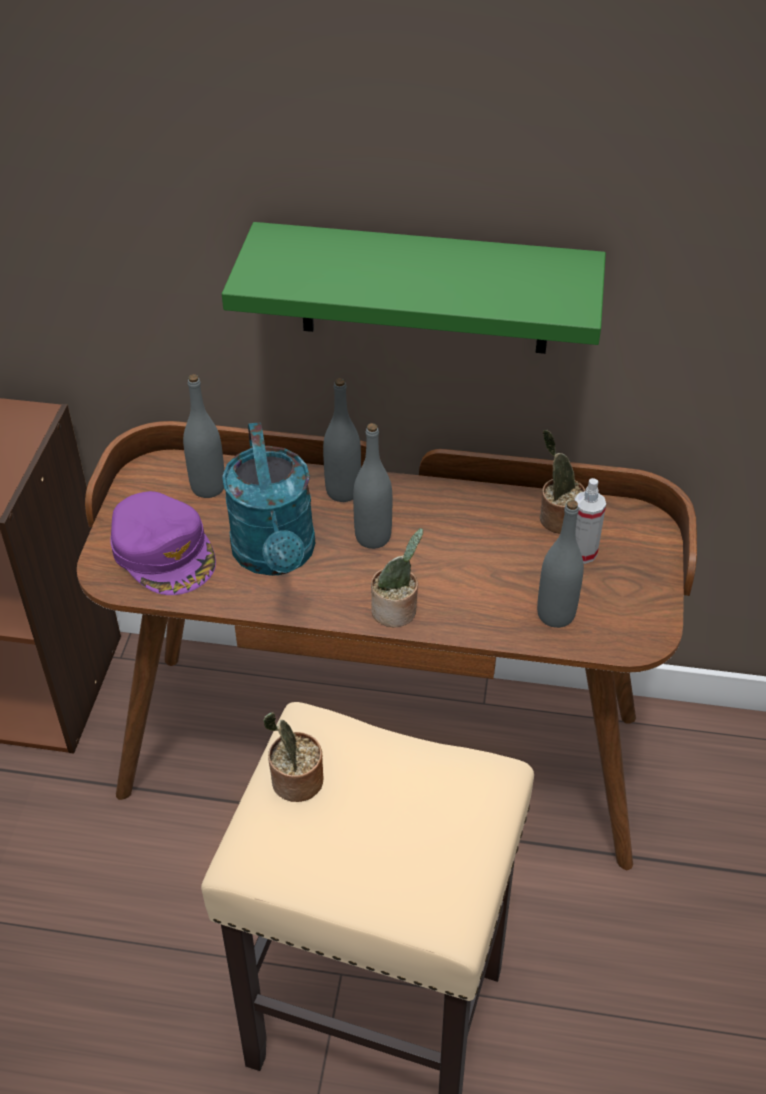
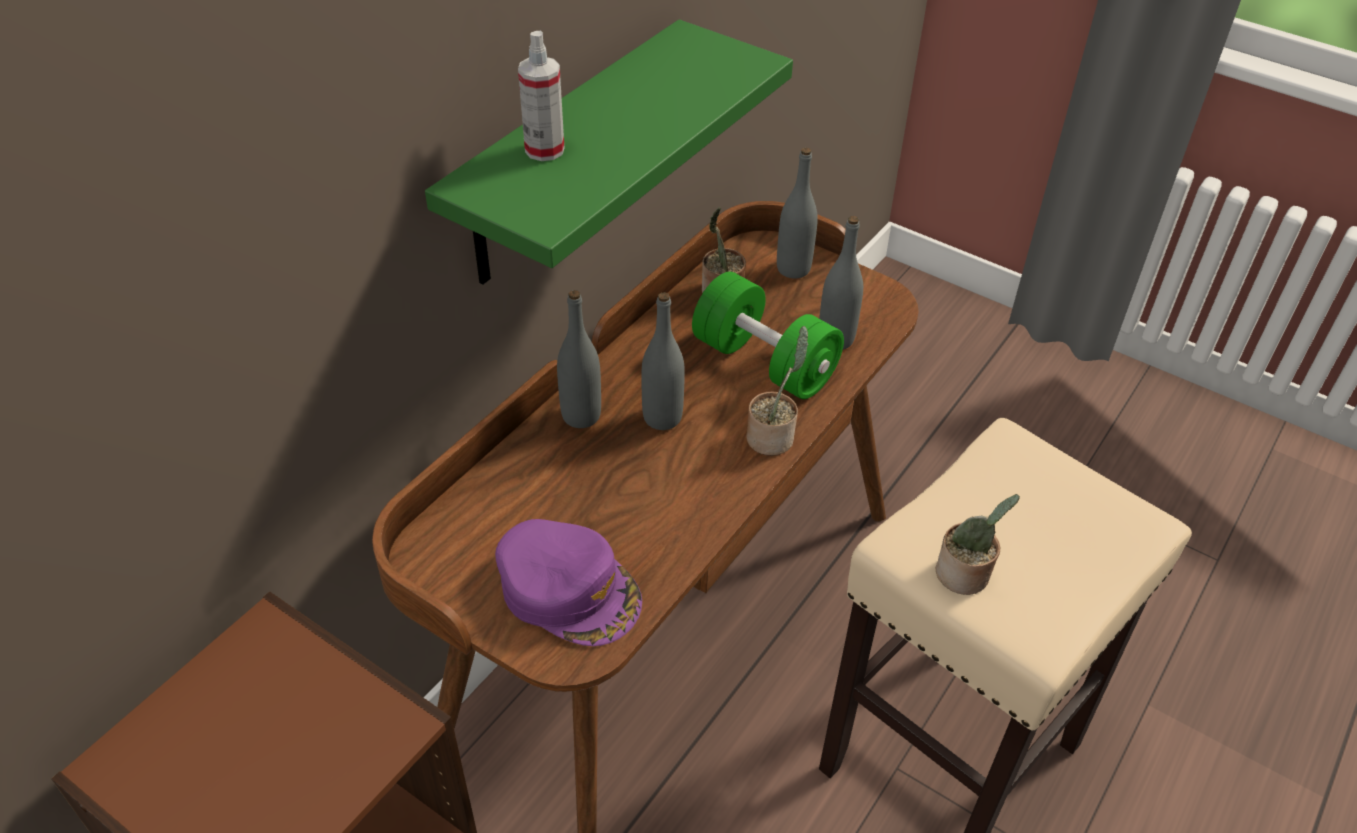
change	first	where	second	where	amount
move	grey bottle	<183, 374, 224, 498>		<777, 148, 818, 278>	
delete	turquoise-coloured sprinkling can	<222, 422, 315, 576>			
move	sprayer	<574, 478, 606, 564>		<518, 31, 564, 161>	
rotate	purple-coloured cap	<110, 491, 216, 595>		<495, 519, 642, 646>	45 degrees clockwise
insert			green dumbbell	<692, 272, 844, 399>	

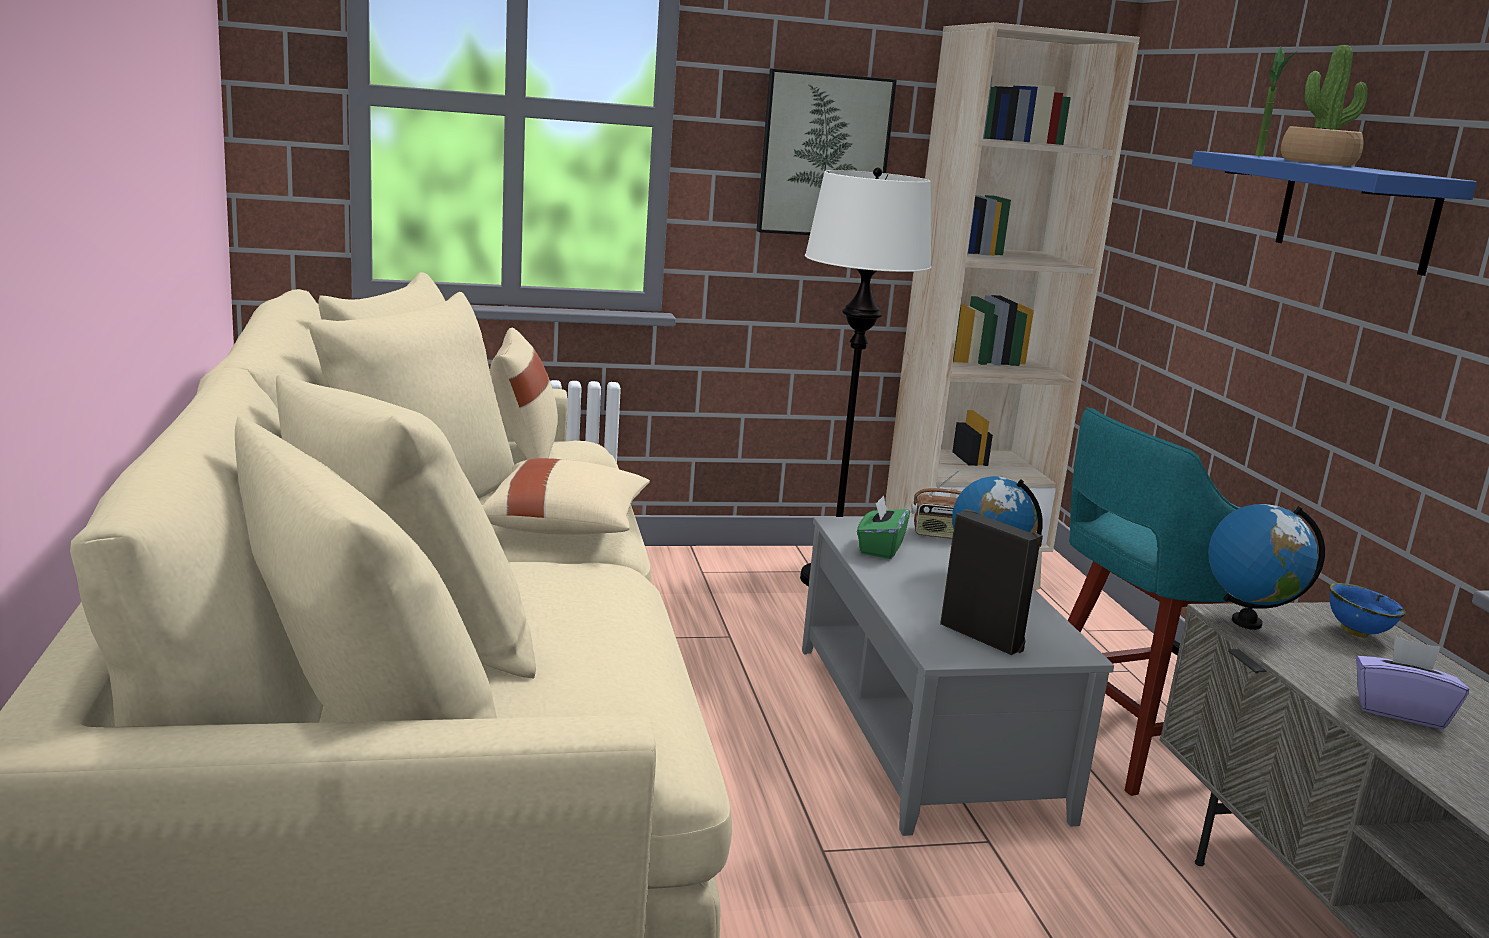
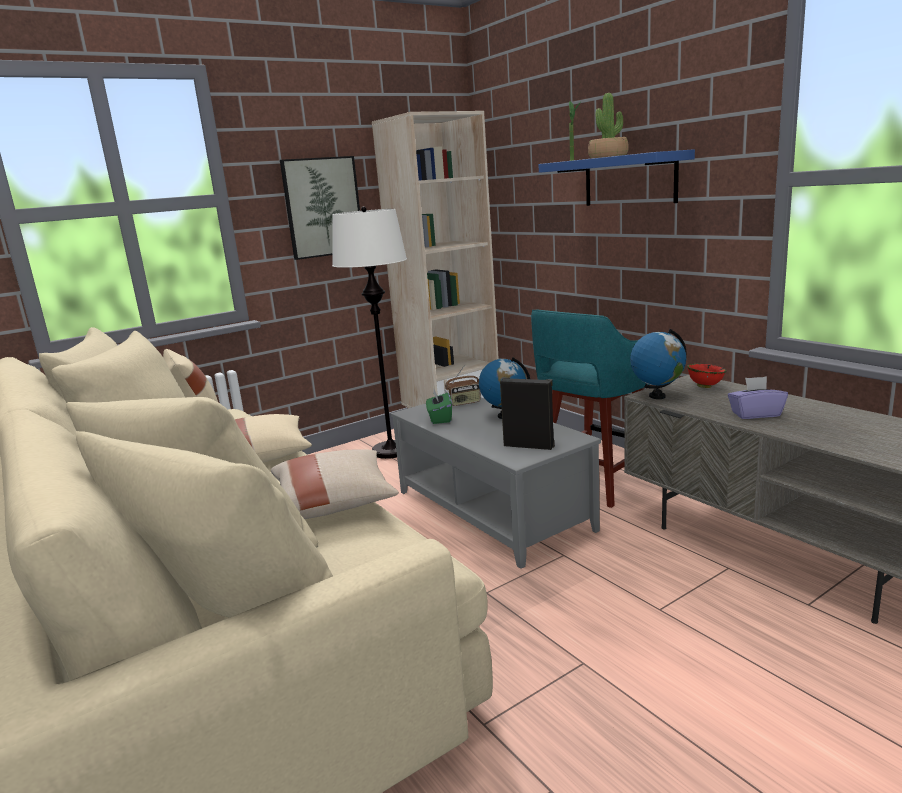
change	first	where	second	where	amount
recolor	bluish deep dish	<1330, 583, 1406, 638>	red-coloured deep dish	<687, 364, 727, 388>	
insert			beige cushion	<271, 449, 399, 519>	

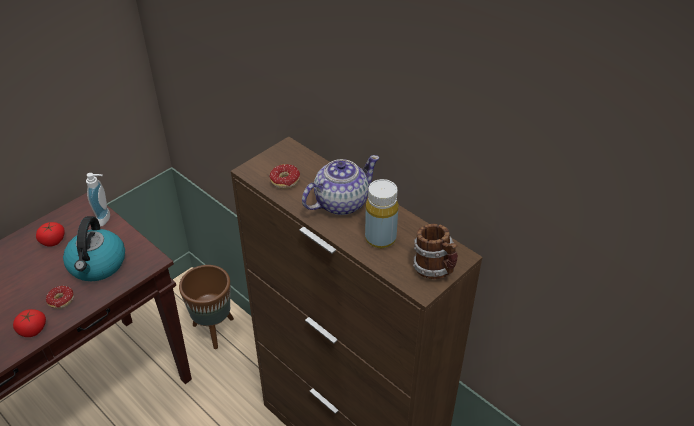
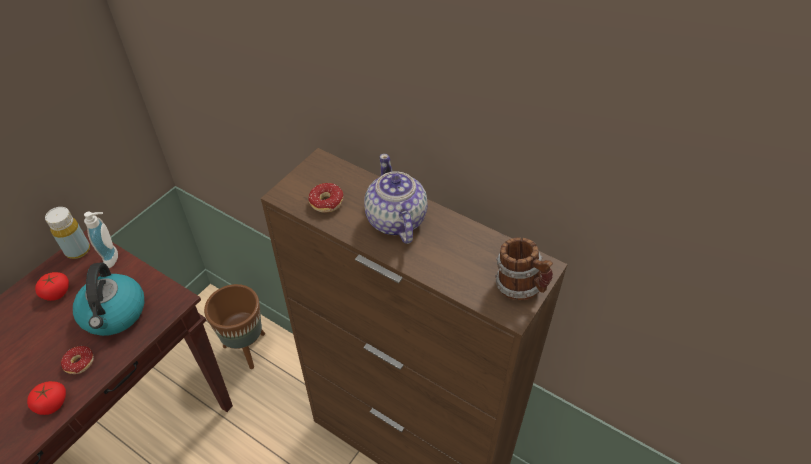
change	first	where	second	where	amount
rotate	teapot	<302, 155, 379, 215>		<364, 154, 428, 244>	60 degrees counterclockwise
move	yellowish bottle	<365, 179, 398, 248>		<45, 207, 90, 259>	

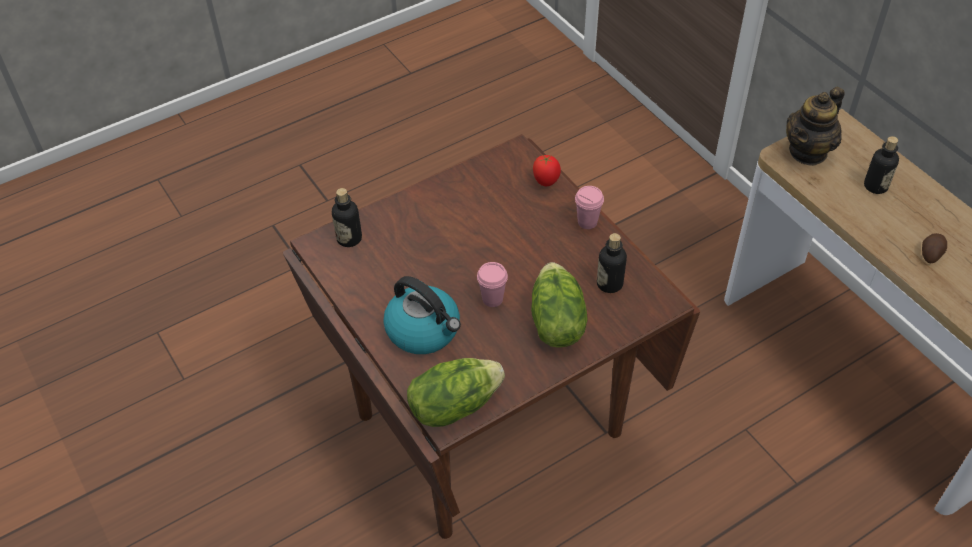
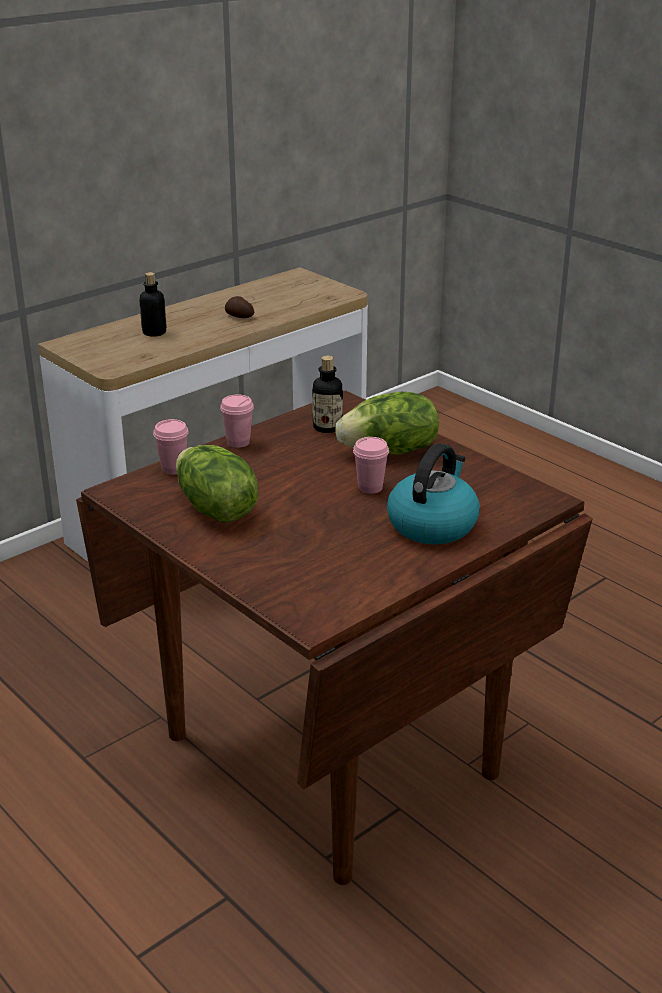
change	first	where	second	where	amount
delete	teapot	<786, 87, 844, 166>			
replace	whole tomato	<533, 155, 561, 186>	pink small cup	<153, 419, 189, 475>	
delete	bottle	<332, 188, 362, 247>			
move	head of lettuce	<407, 358, 505, 427>		<176, 445, 258, 523>	

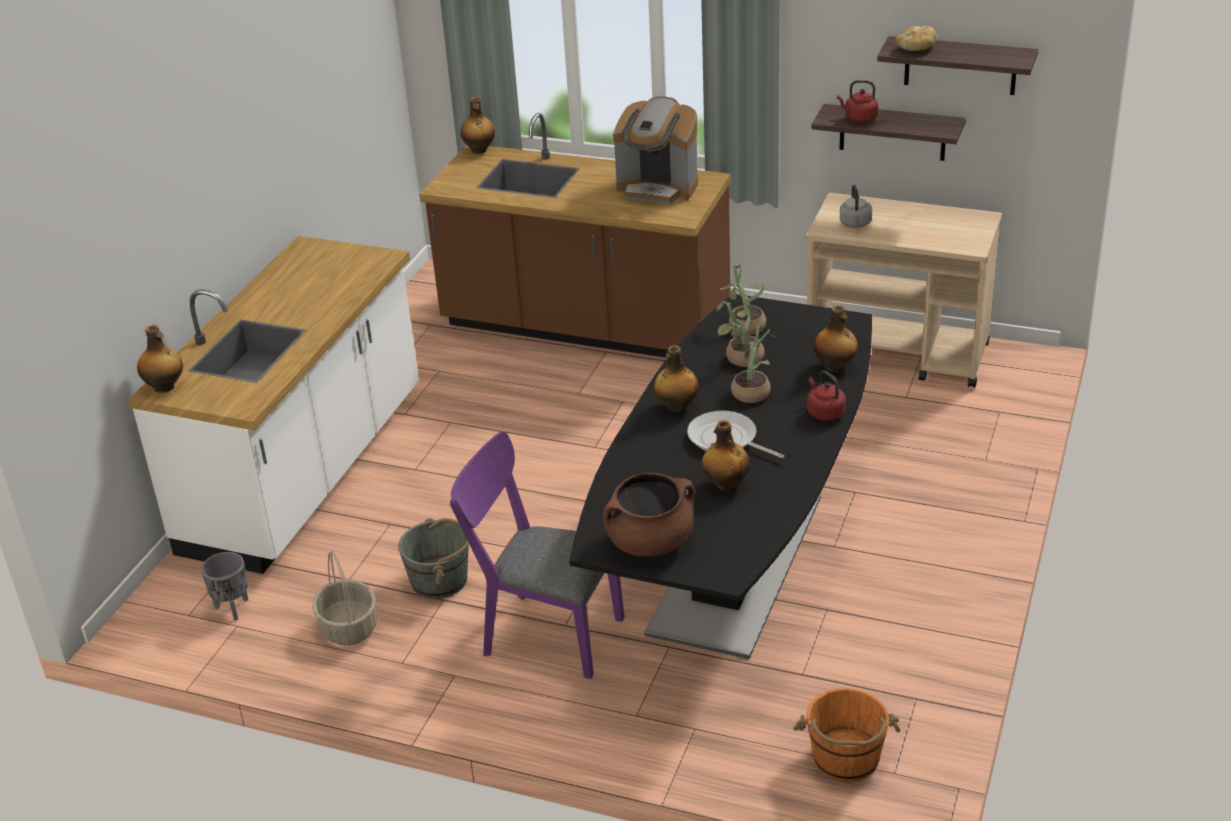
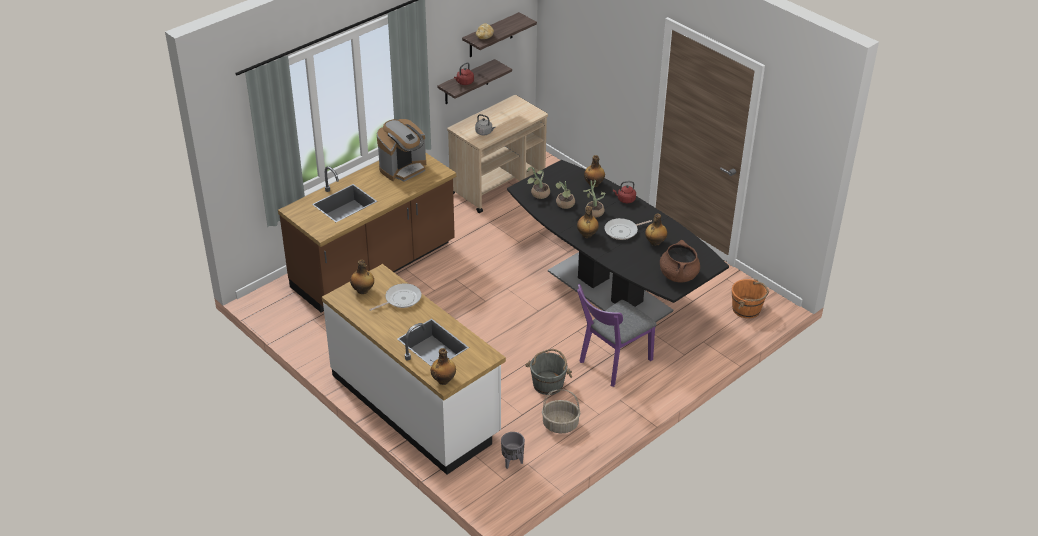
change	first	where	second	where	amount
move	bottle	<460, 97, 495, 154>		<350, 260, 374, 294>	
insert			pan	<369, 283, 422, 311>	

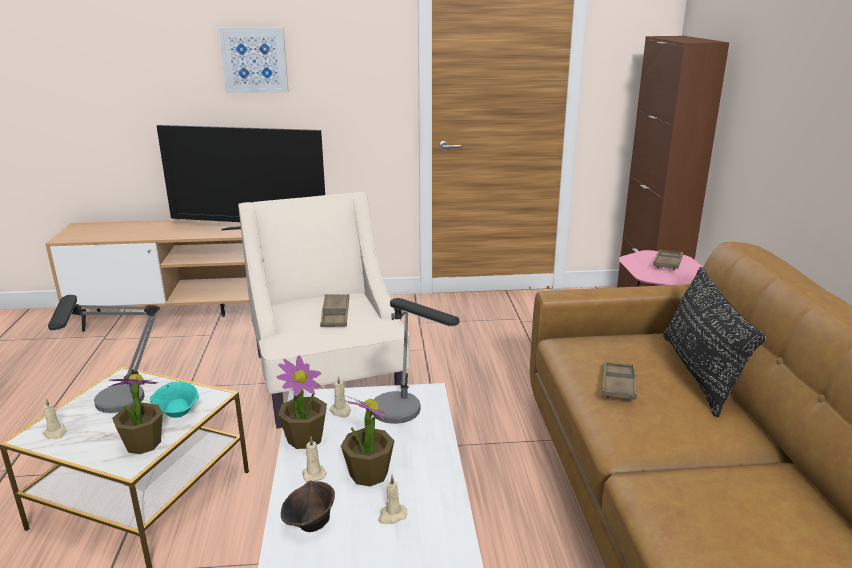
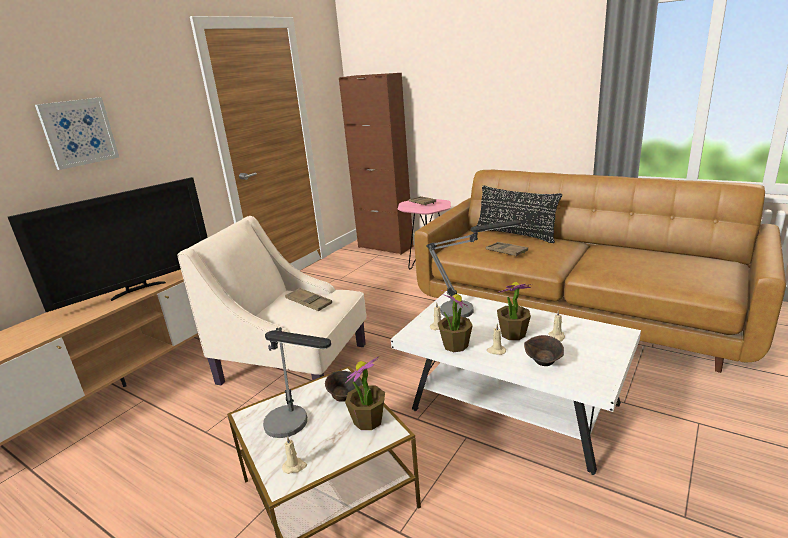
change	first	where	second	where	amount
recolor	turquoise-coloured deep dish	<150, 382, 199, 418>	brown-coloured deep dish	<325, 371, 363, 402>	

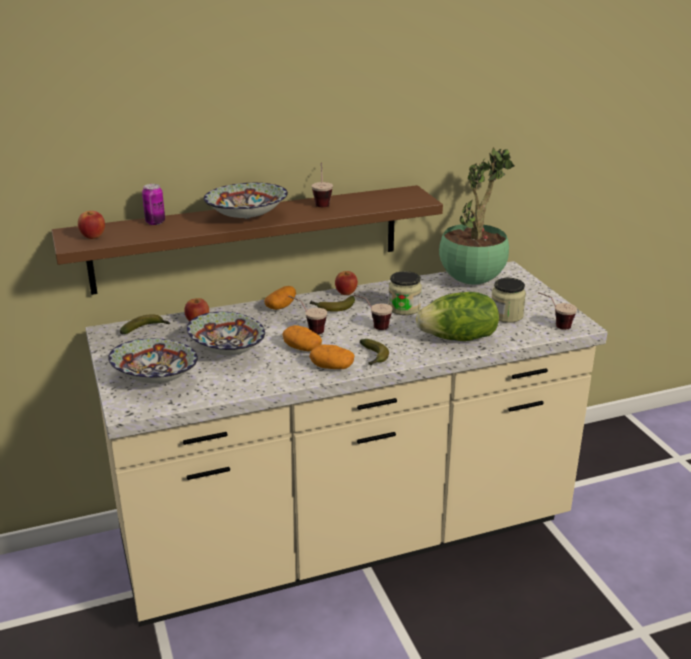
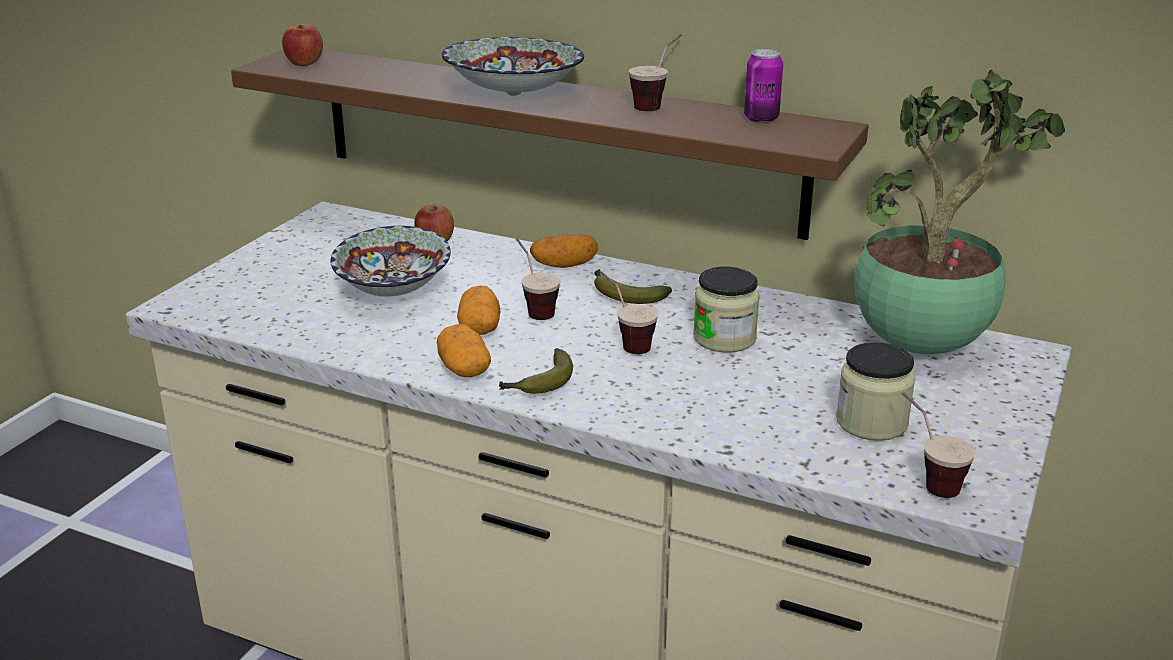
change	first	where	second	where	amount
move	metal can	<142, 184, 165, 225>		<744, 49, 783, 123>	
delete	whole apple	<335, 271, 358, 295>			
delete	head of lettuce	<416, 292, 499, 341>			
delete	banana fruit	<120, 314, 170, 334>			
delete	deep dish	<108, 338, 198, 383>			

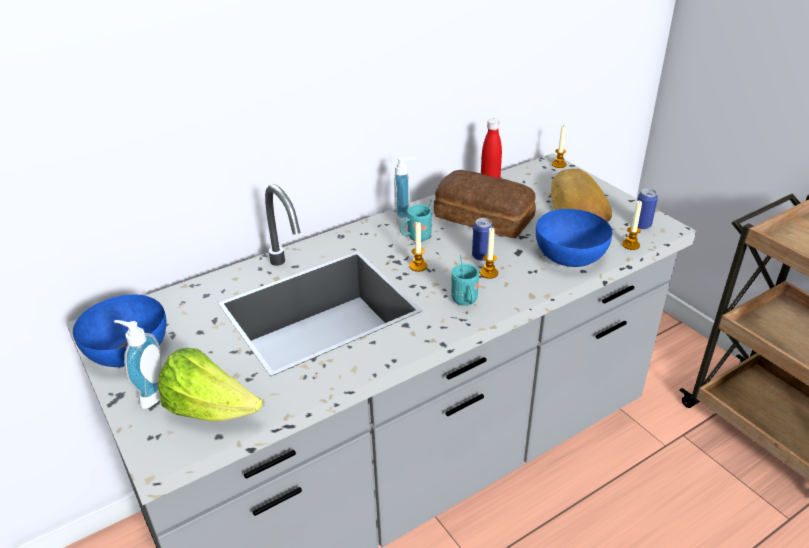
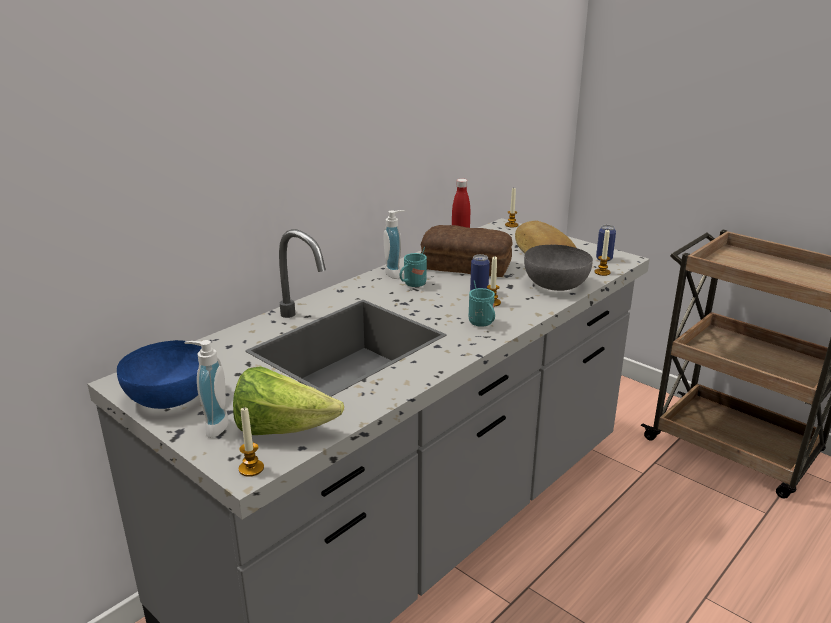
change	first	where	second	where	amount
recolor	bluish deep dish	<536, 209, 612, 267>	grey deep dish	<524, 245, 593, 291>	
move	candle	<409, 222, 427, 272>		<239, 408, 264, 477>	

